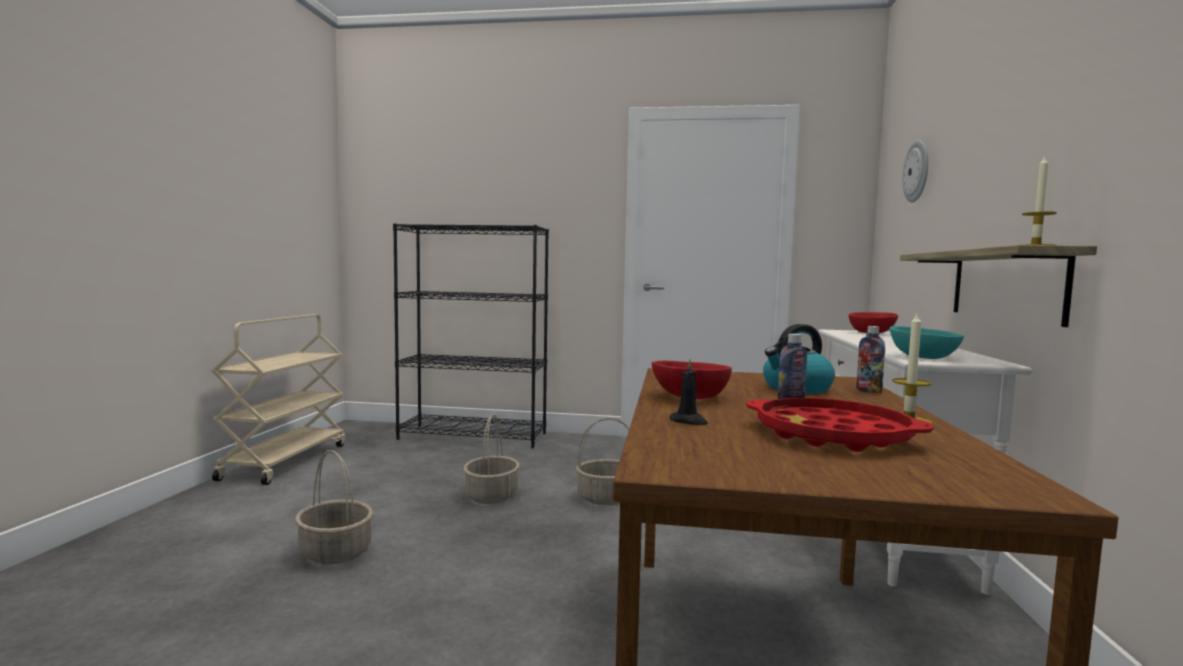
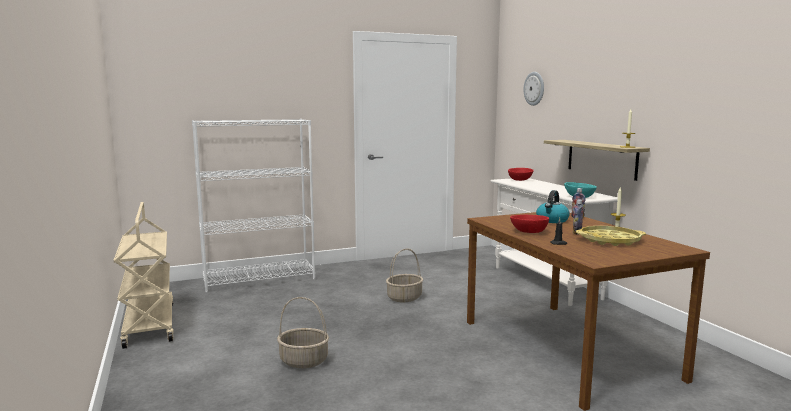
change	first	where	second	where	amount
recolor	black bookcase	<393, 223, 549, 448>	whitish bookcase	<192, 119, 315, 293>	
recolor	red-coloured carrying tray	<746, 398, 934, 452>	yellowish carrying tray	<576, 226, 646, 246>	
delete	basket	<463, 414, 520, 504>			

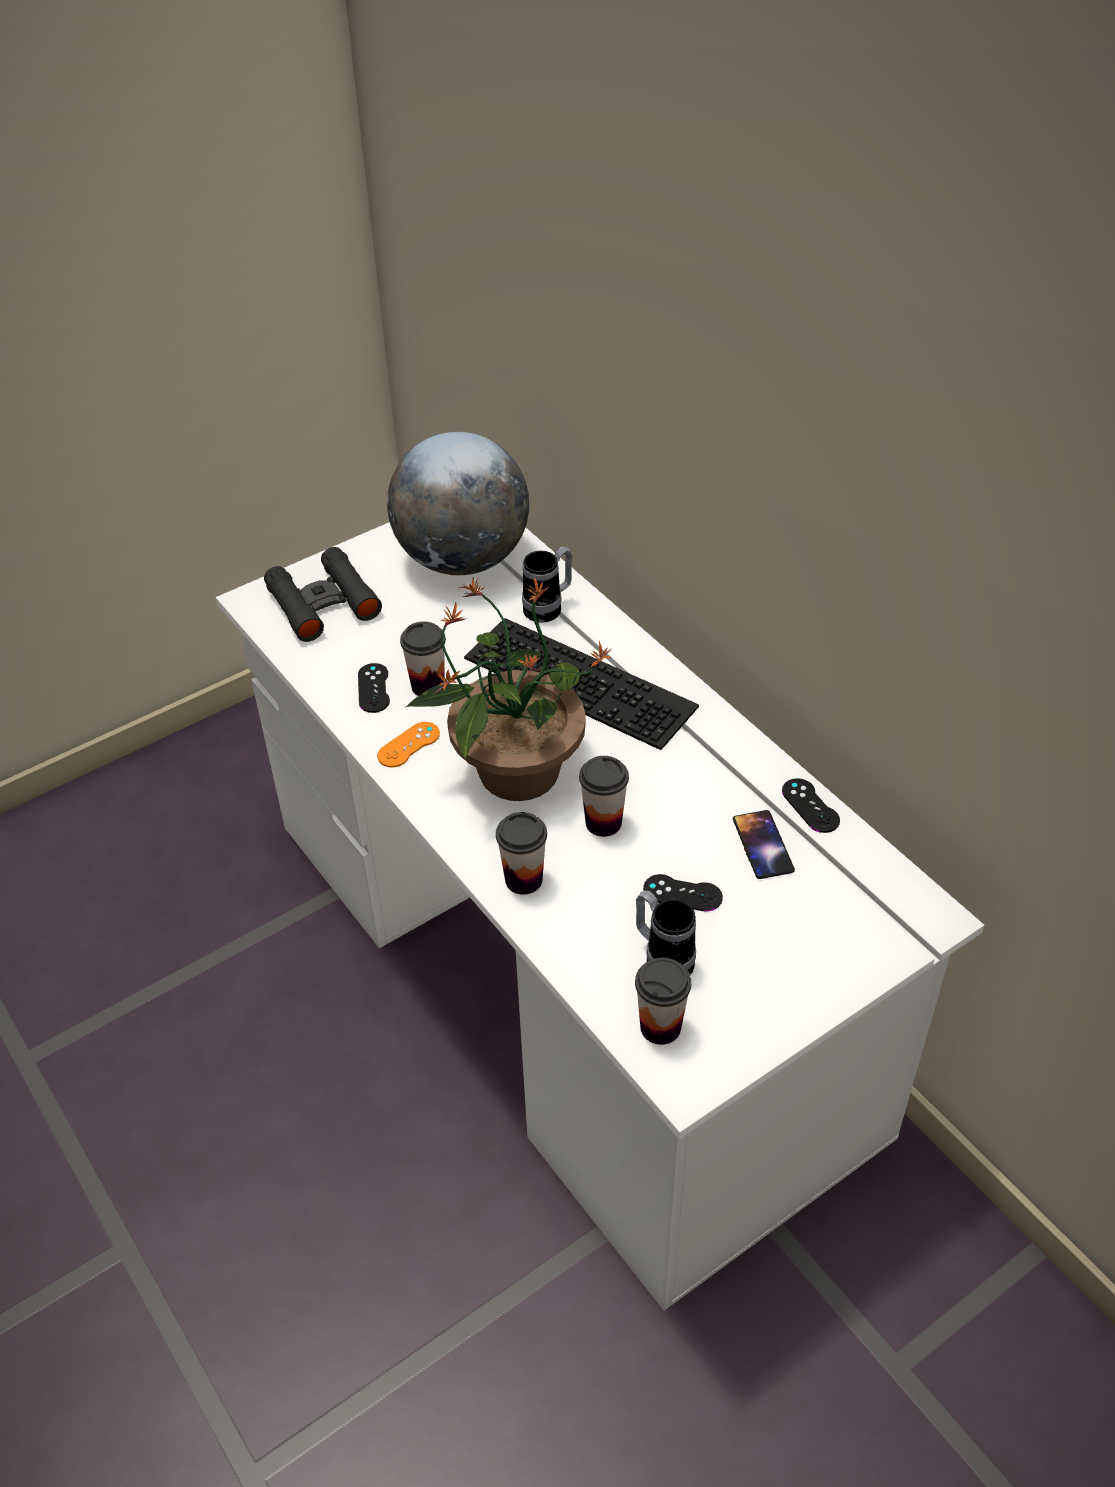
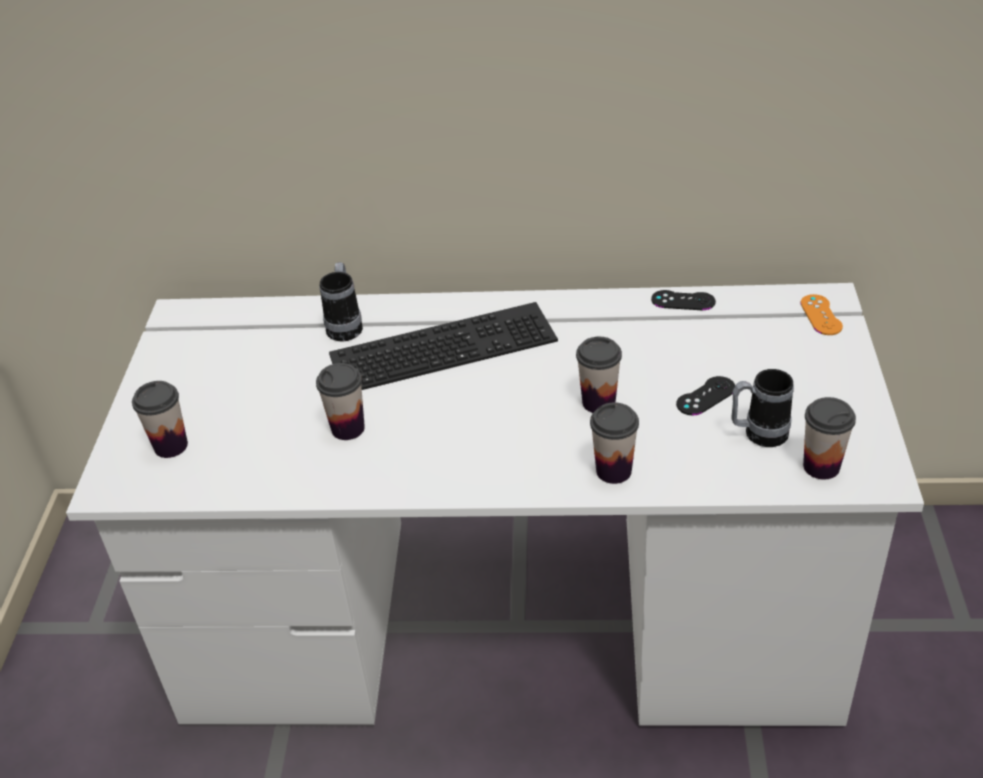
change	first	where	second	where	amount
delete	desk globe	<387, 432, 529, 575>			
replace	black pair of binoculars	<264, 547, 382, 642>	small cup	<132, 381, 188, 458>	
delete	plant in a pot	<406, 577, 612, 801>			
delete	black joypad	<358, 663, 390, 713>			
move	orange-coloured joypad	<377, 722, 440, 767>		<800, 294, 843, 335>	
delete	phone	<733, 810, 795, 879>			

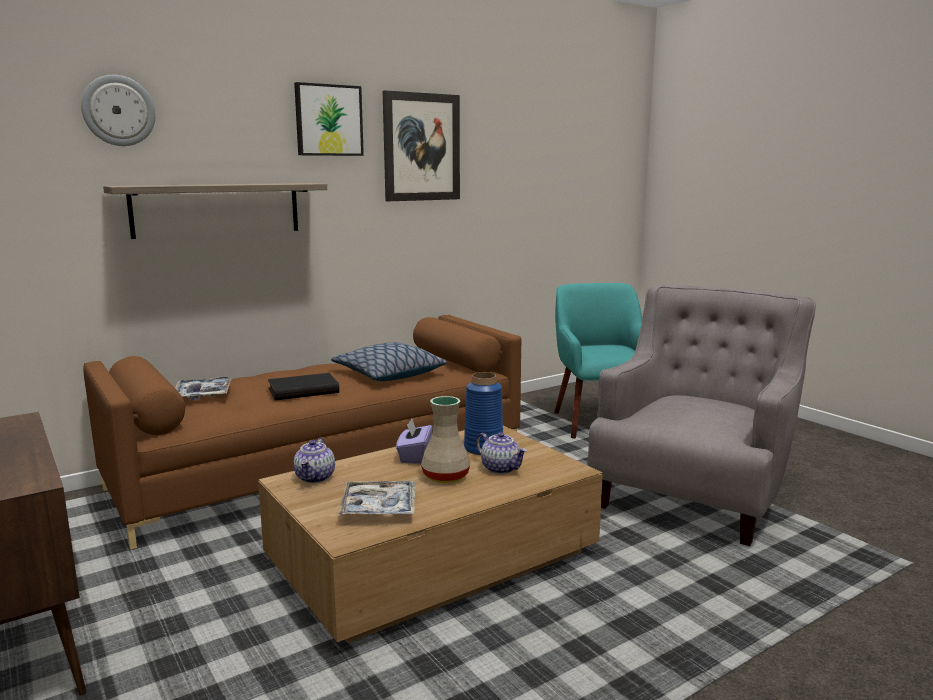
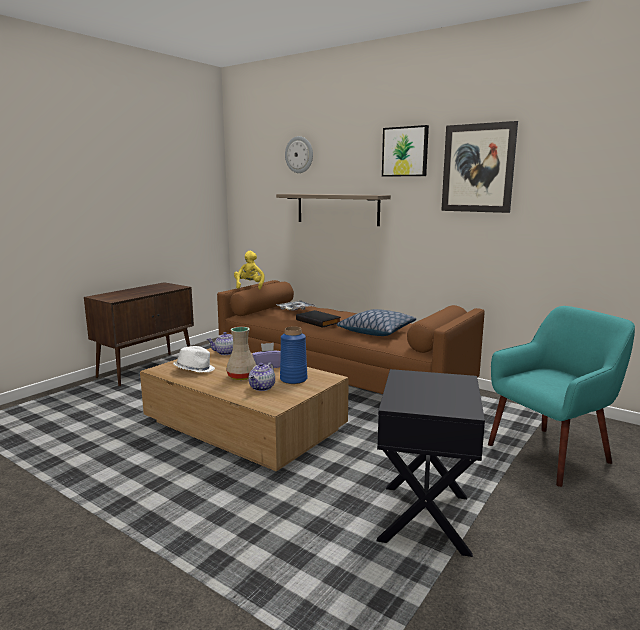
change	first	where	second	where	amount
replace	grey armchair	<587, 284, 816, 546>	black side table	<377, 369, 485, 557>	
replace	carrying tray	<338, 481, 415, 516>	whitish hat	<173, 346, 214, 372>	
insert			yellowish cuddly toy	<234, 251, 265, 289>	

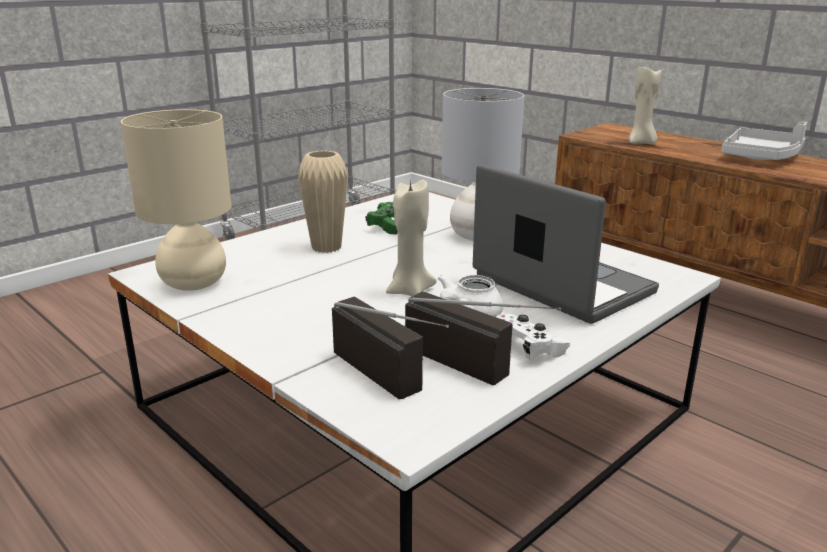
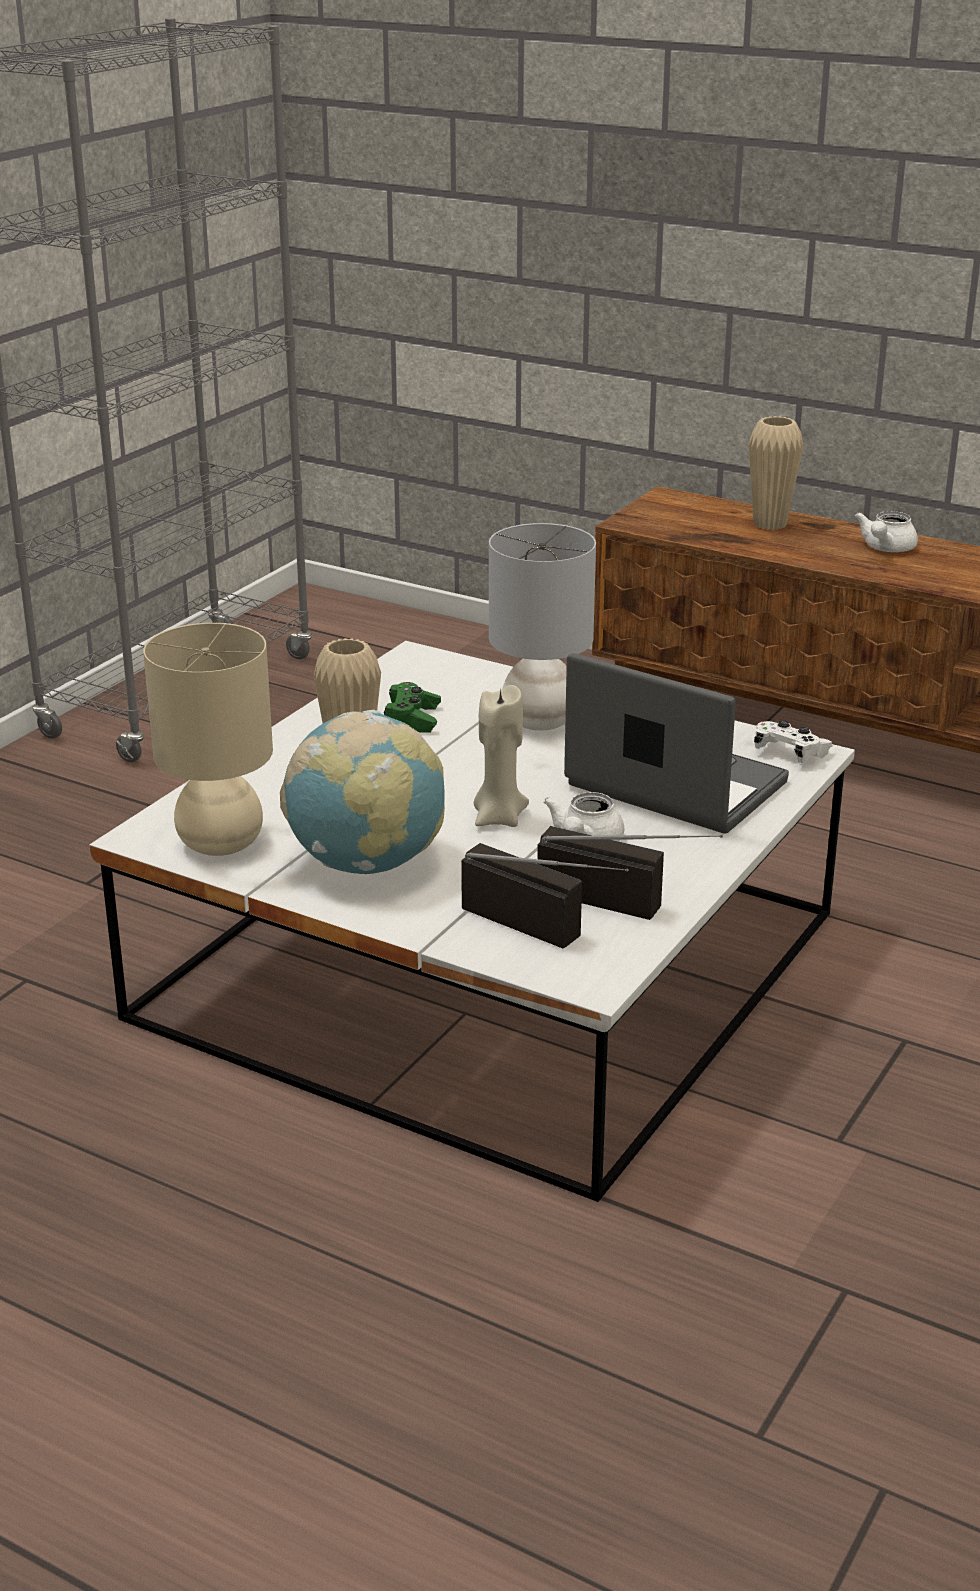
change	first	where	second	where	amount
delete	beige candle	<628, 67, 661, 144>			
replace	grey carrying tray	<721, 122, 807, 160>	whitish teapot	<855, 511, 918, 552>	
move	whitish joypad	<497, 314, 570, 360>		<754, 720, 833, 763>	
insert			beige decorative vase	<749, 416, 803, 530>	
insert			desk globe	<280, 710, 445, 874>	

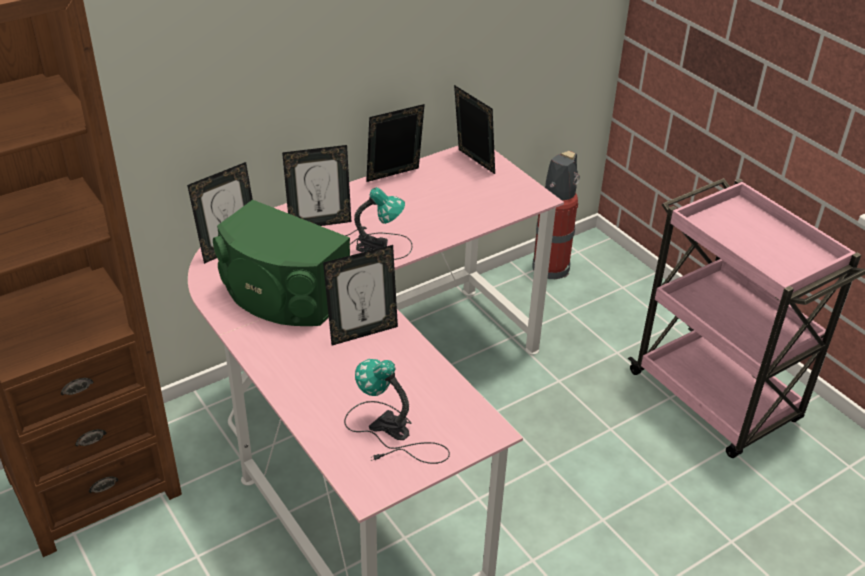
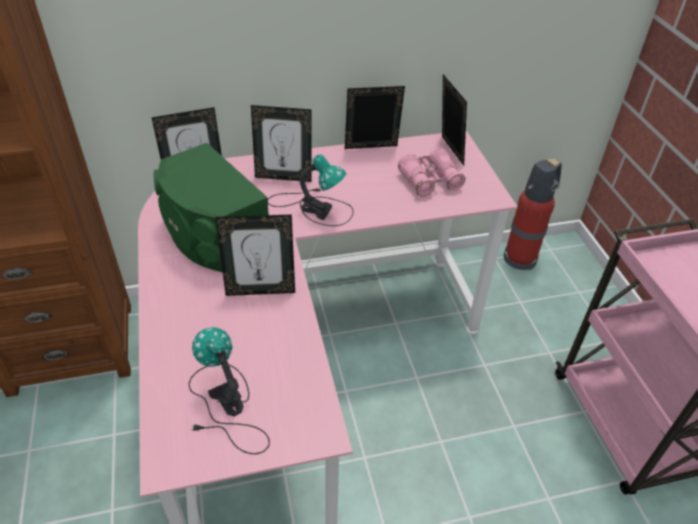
change	first	where	second	where	amount
insert			pink pair of binoculars	<398, 148, 465, 196>	

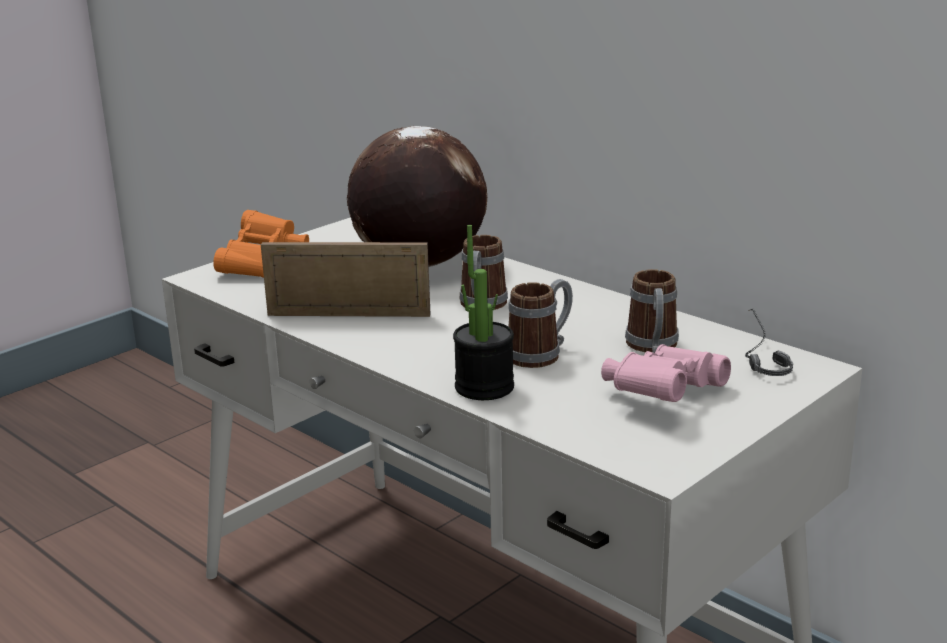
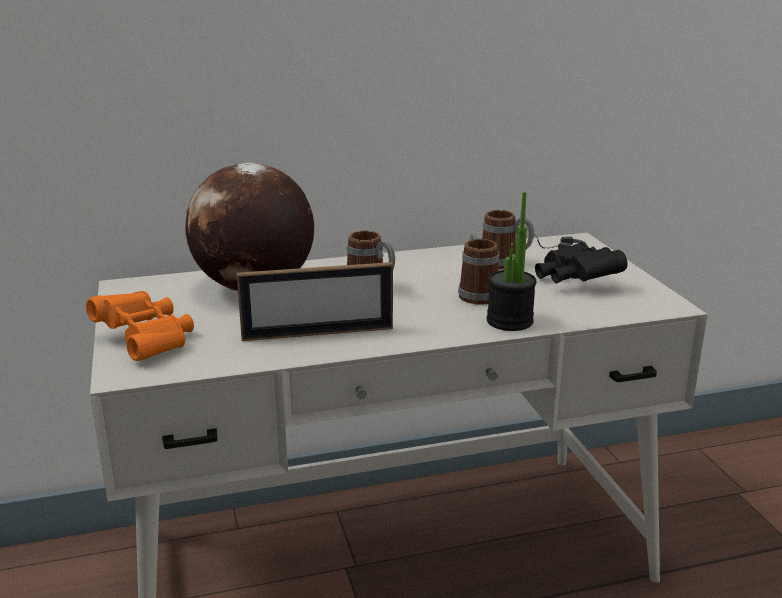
change	first	where	second	where	amount
rotate	photo frame	<261, 242, 430, 317>		<237, 262, 393, 341>	135 degrees counterclockwise
recolor	pink pair of binoculars	<601, 344, 731, 402>	black pair of binoculars	<535, 243, 628, 284>	

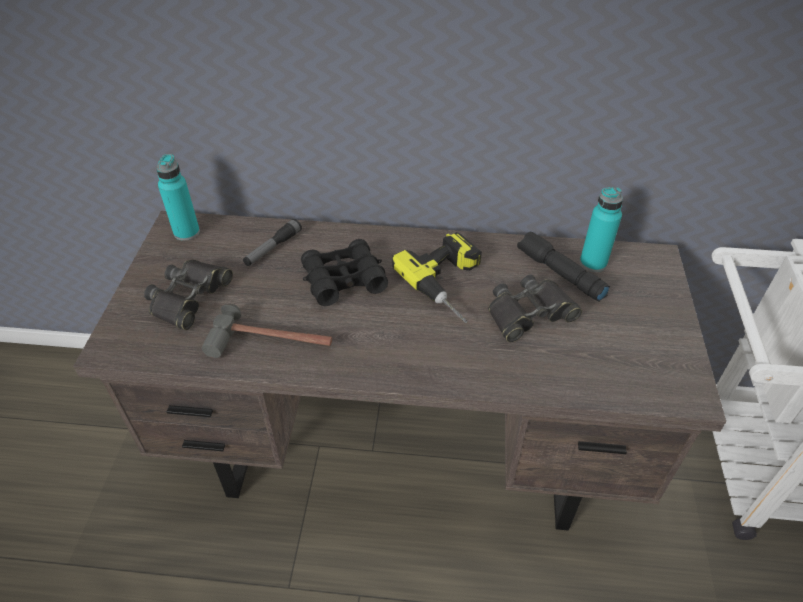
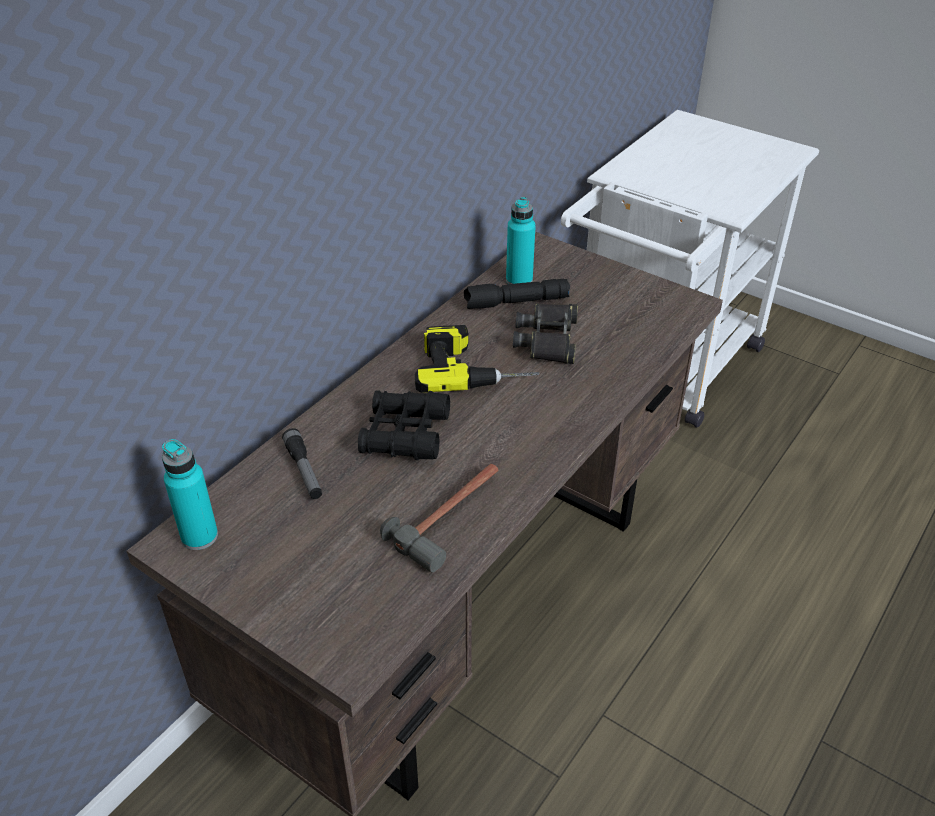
change	first	where	second	where	amount
delete	black pair of binoculars	<144, 260, 233, 330>			

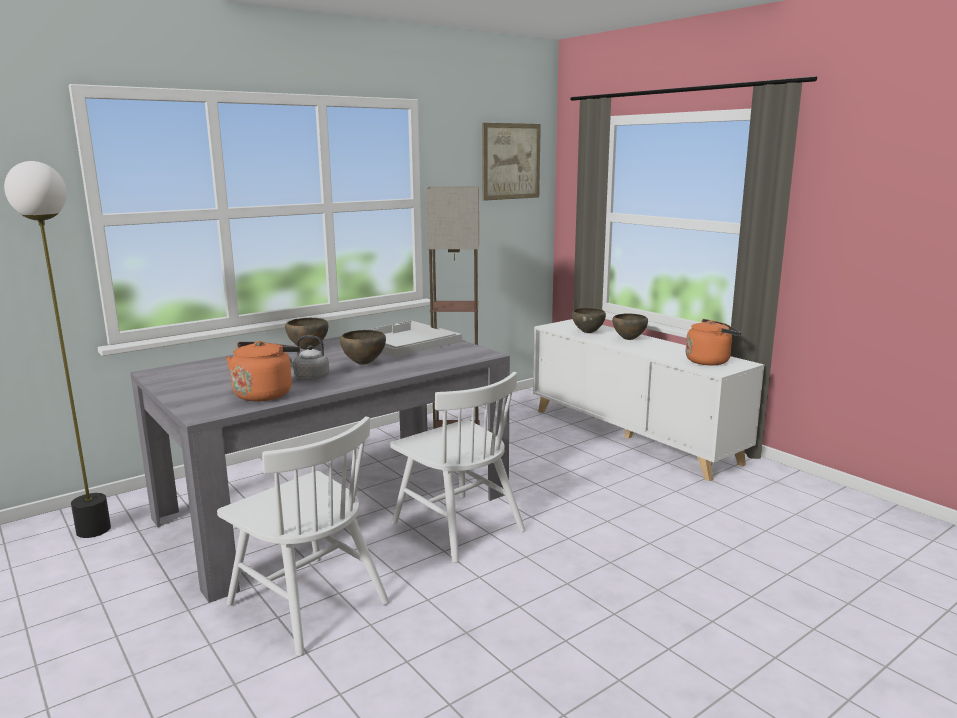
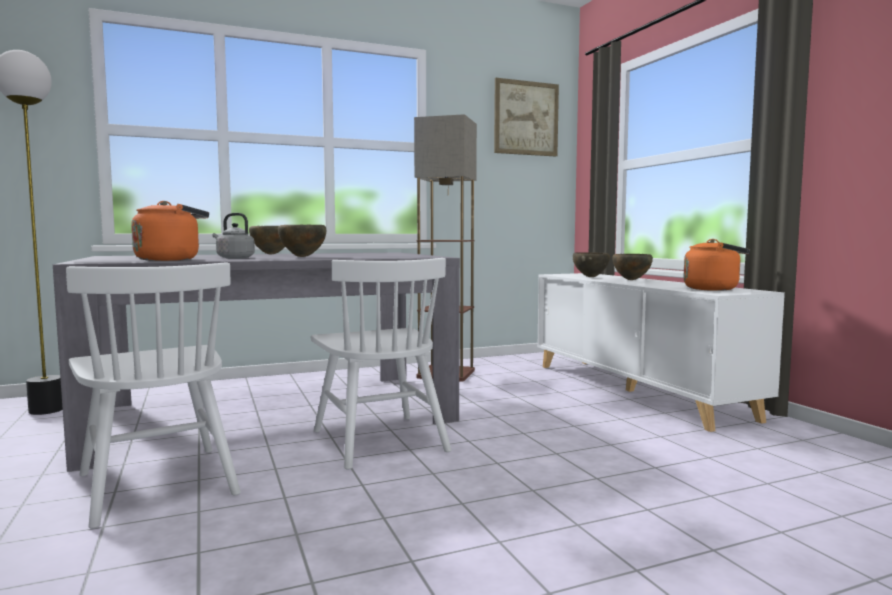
change	first	where	second	where	amount
delete	whitish carrying tray	<366, 321, 462, 358>			

